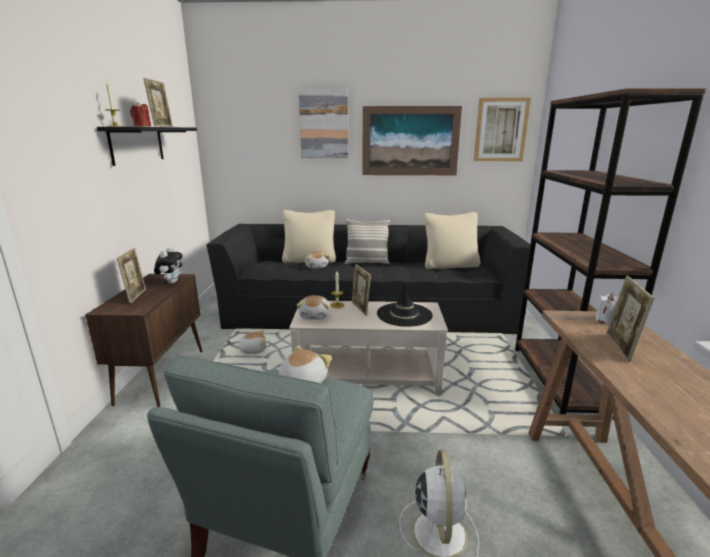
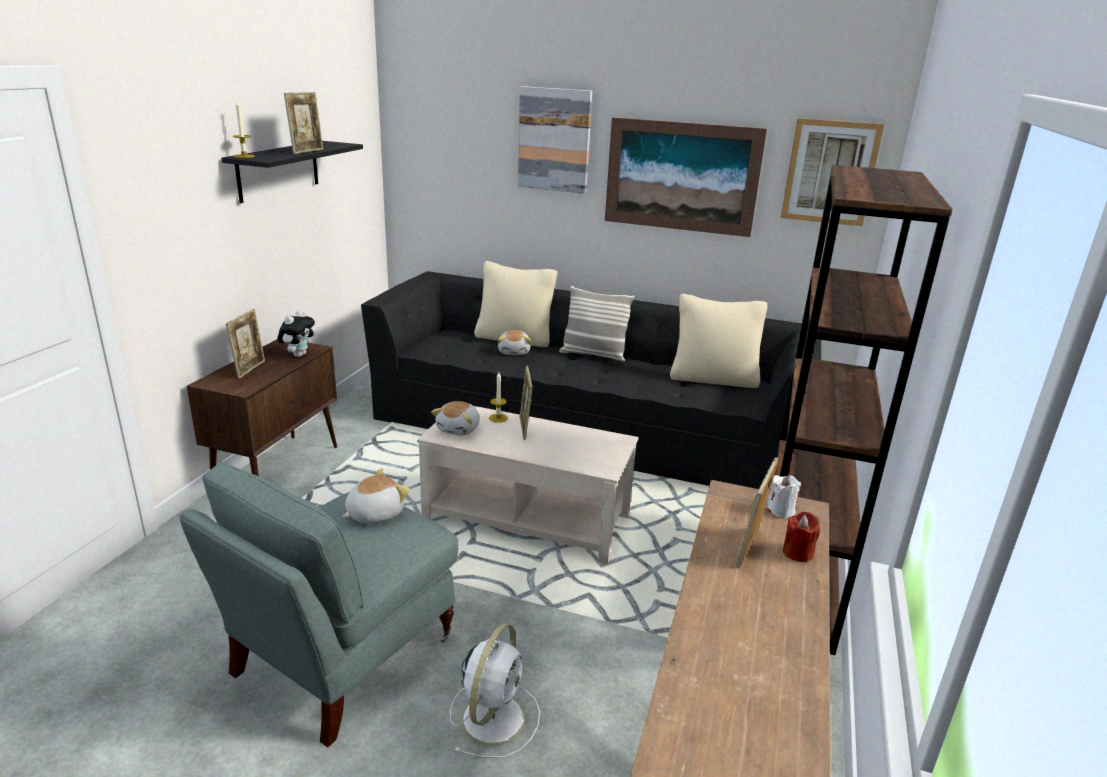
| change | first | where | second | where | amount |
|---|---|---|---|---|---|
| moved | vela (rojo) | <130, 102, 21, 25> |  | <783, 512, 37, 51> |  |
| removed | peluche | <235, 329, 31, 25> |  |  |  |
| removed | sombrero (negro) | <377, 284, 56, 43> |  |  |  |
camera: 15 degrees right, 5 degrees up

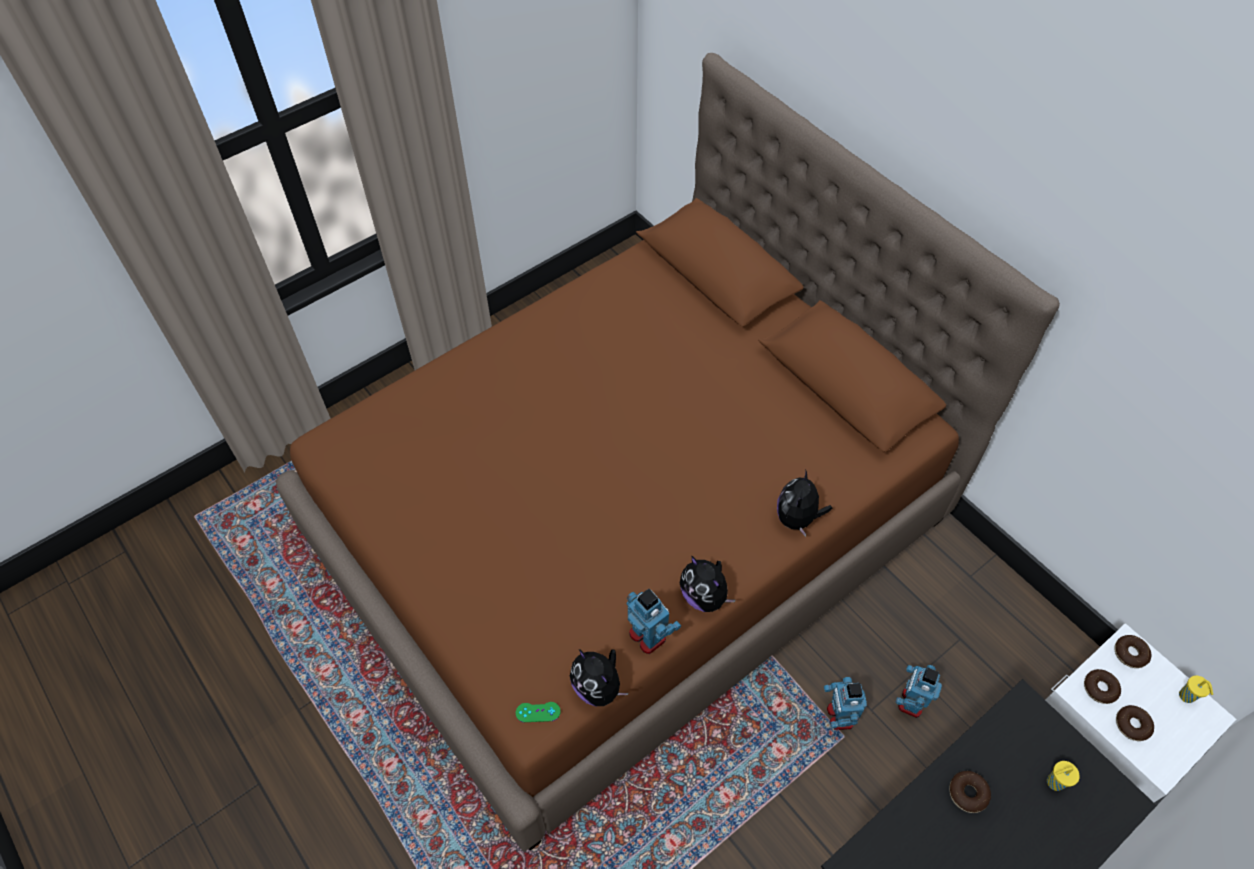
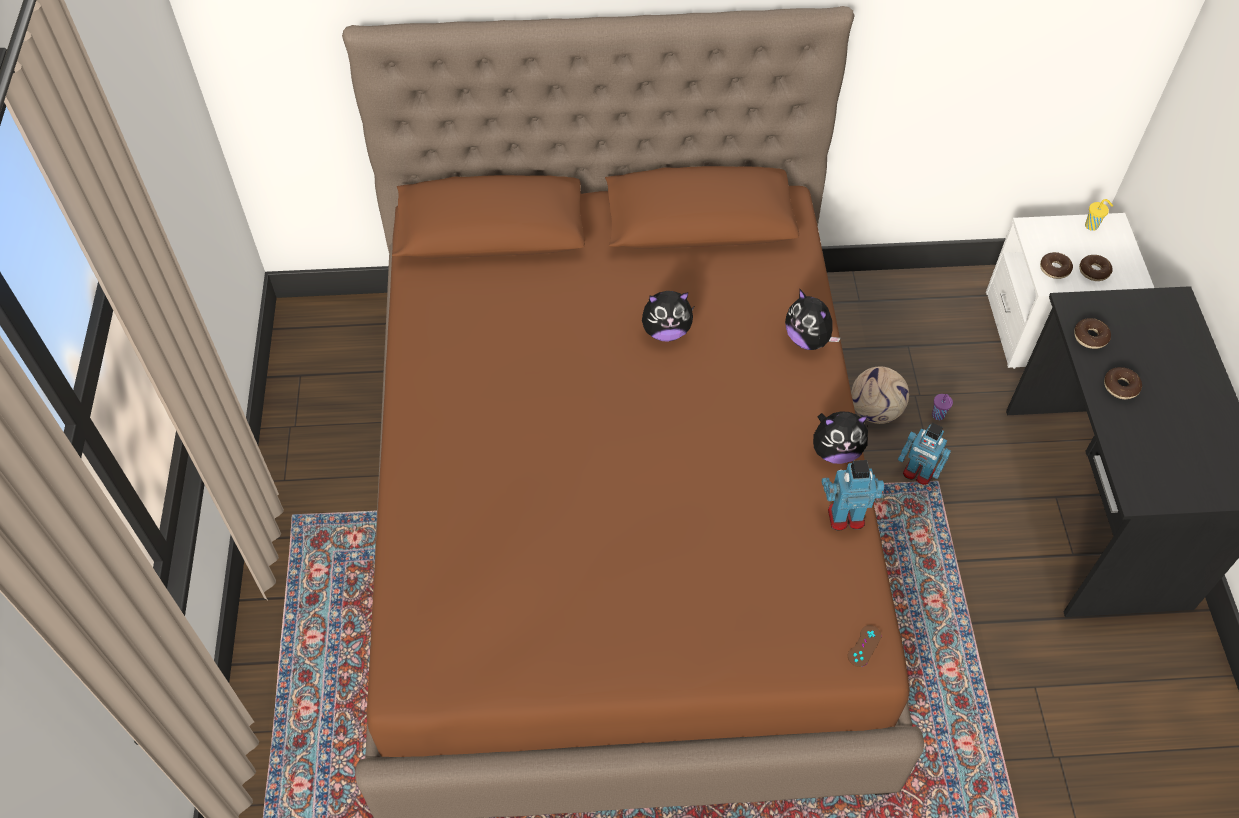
| change | first | where | second | where | amount |
|---|---|---|---|---|---|
| recoloured | mando de consola (verde) | <516, 702, 45, 20> | mando de consola (marrón) | <848, 625, 33, 42> |  |
| moved | peluche | <570, 649, 59, 57> |  | <642, 291, 53, 51> |  |
| replaced | robot de juguete | <896, 665, 46, 53> | taza (morado) | <932, 394, 21, 26> |  |
| removed | taza (amarillo) | <1047, 761, 33, 30> |  |  |  |
| moved | rosquilla | <1114, 635, 37, 33> |  | <1074, 318, 37, 31> |  |
| added |  |  | balón de fútbol | <851, 366, 58, 58> |  |
camera: 55 degrees left, 0 degrees up

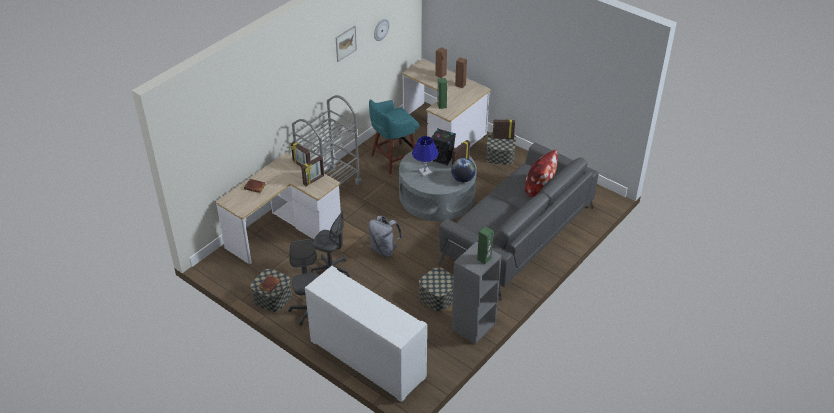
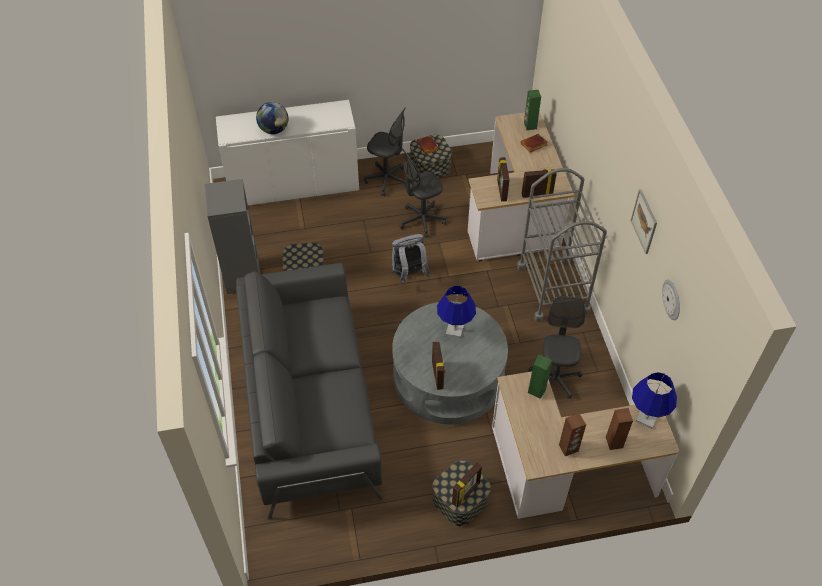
| change | first | where | second | where | amount |
|---|---|---|---|---|---|
| replaced | taburete (turquesa) | <369, 100, 50, 74> | silla de oficina (gris) | <528, 296, 57, 103> |  |
| removed | altavoz (negro) | <431, 128, 25, 38> |  |  |  |
| moved | globo terráqueo | <451, 158, 25, 24> |  | <256, 102, 32, 32> |  |
| moved | altavoz (verde) | <477, 227, 16, 37> |  | <524, 90, 17, 40> |  |
| removed | cojín | <525, 149, 33, 48> |  |  |  |
| added |  |  | lámpara de mesa (azul) | <632, 372, 45, 57> |  |
camera: 130 degrees right, 10 degrees up

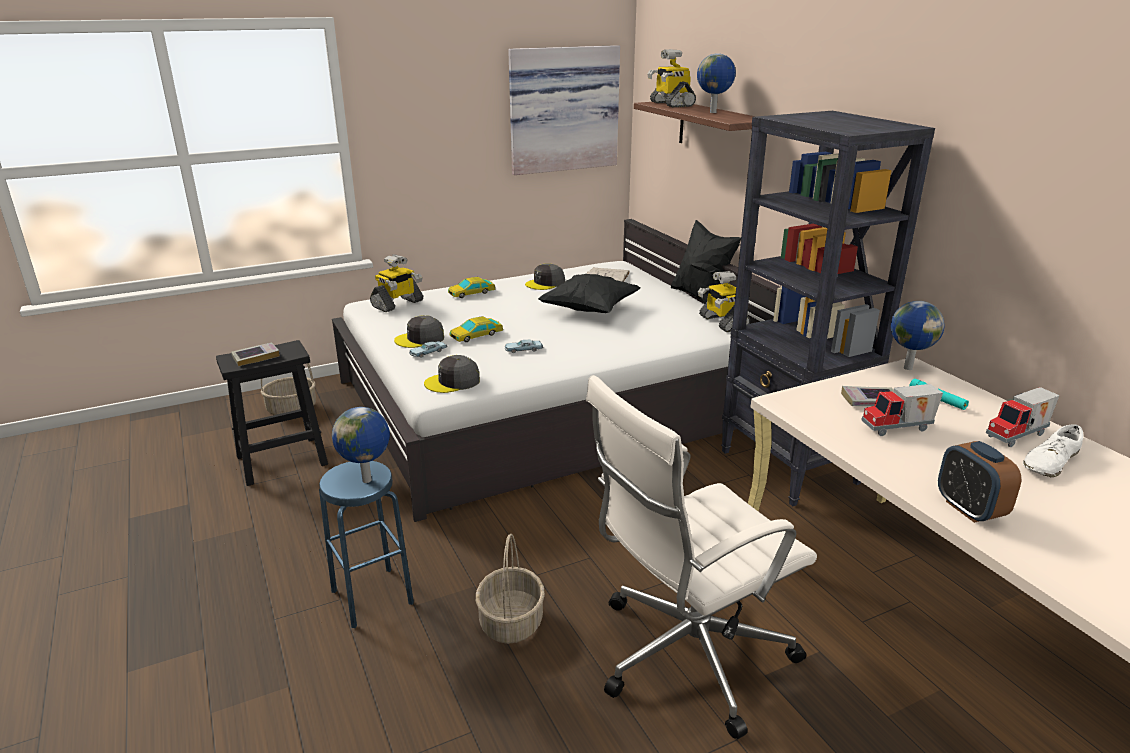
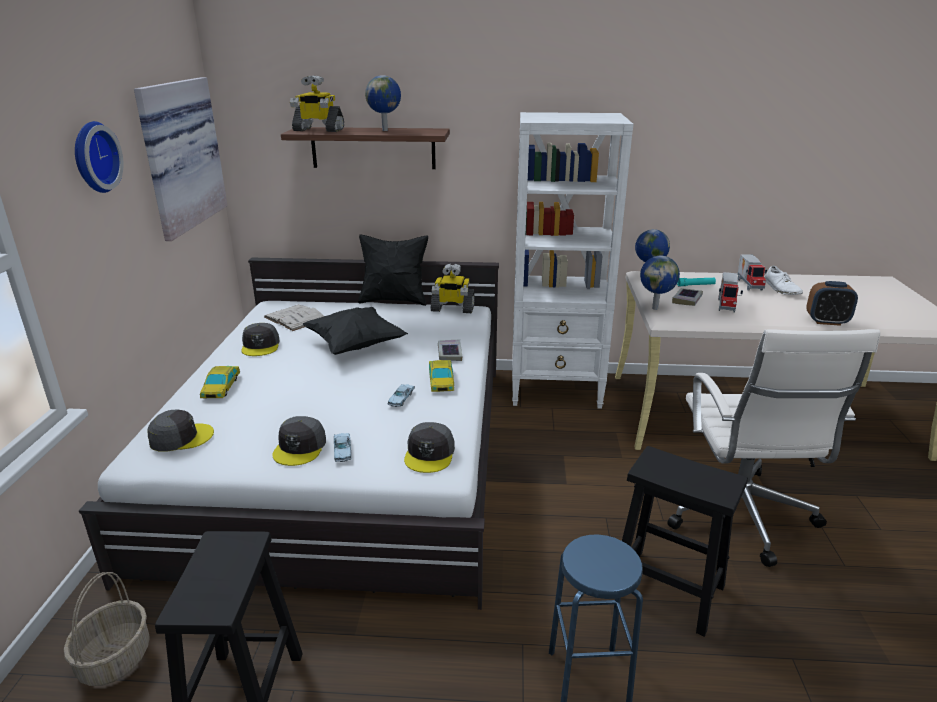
| change | first | where | second | where | amount |
|---|---|---|---|---|---|
| moved | libro | <231, 342, 49, 24> |  | <438, 340, 24, 21> |  |
| moved | globo terráqueo | <332, 407, 58, 76> |  | <640, 256, 40, 54> |  |
| replaced | robot de juguete | <370, 254, 53, 58> | gorra (gris) | <147, 410, 67, 42> |  |
| moved | coche de juguete | <449, 316, 54, 26> |  | <429, 360, 25, 32> |  |
| replaced | cesta | <476, 534, 69, 110> | taburete (negro) | <622, 446, 126, 191> |  |
| recoloured | estantería (negro) | <721, 111, 214, 395> | estantería (blanco) | <512, 112, 121, 297> |  |
| added |  |  | reloj de pared | <75, 121, 49, 72> |  |
camera: 60 degrees left, 0 degrees up

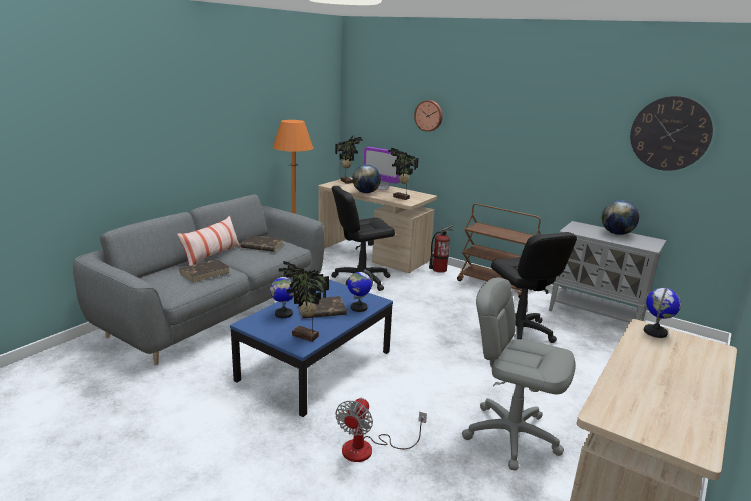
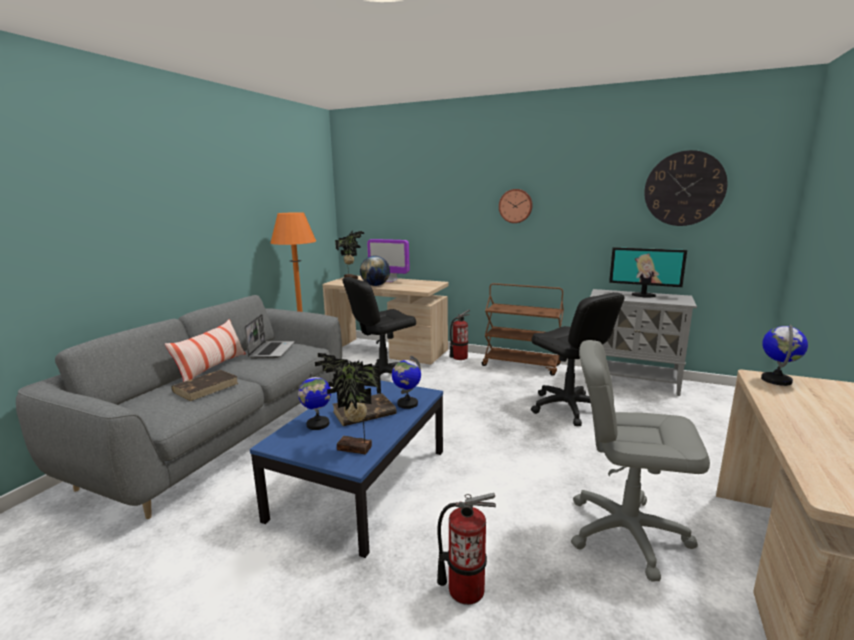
| change | first | where | second | where | amount |
|---|---|---|---|---|---|
| replaced | libro (marrón) | <241, 235, 42, 17> | portátil | <244, 314, 51, 44> |  |
| replaced | ventilador | <335, 398, 92, 64> | extintor | <437, 493, 59, 112> |  |
| removed | planta en maceta | <388, 148, 31, 52> |  |  |  |
| moved | reloj de pared | <414, 100, 29, 32> |  | <499, 189, 34, 34> |  |
| replaced | globo terráqueo | <602, 200, 38, 35> | monitor | <609, 247, 78, 50> |  |
camera: 10 degrees left, 5 degrees down

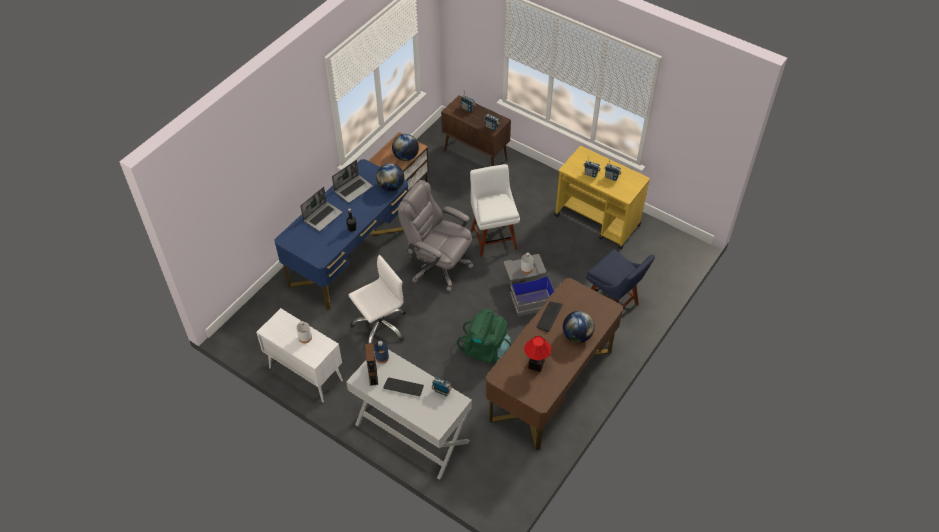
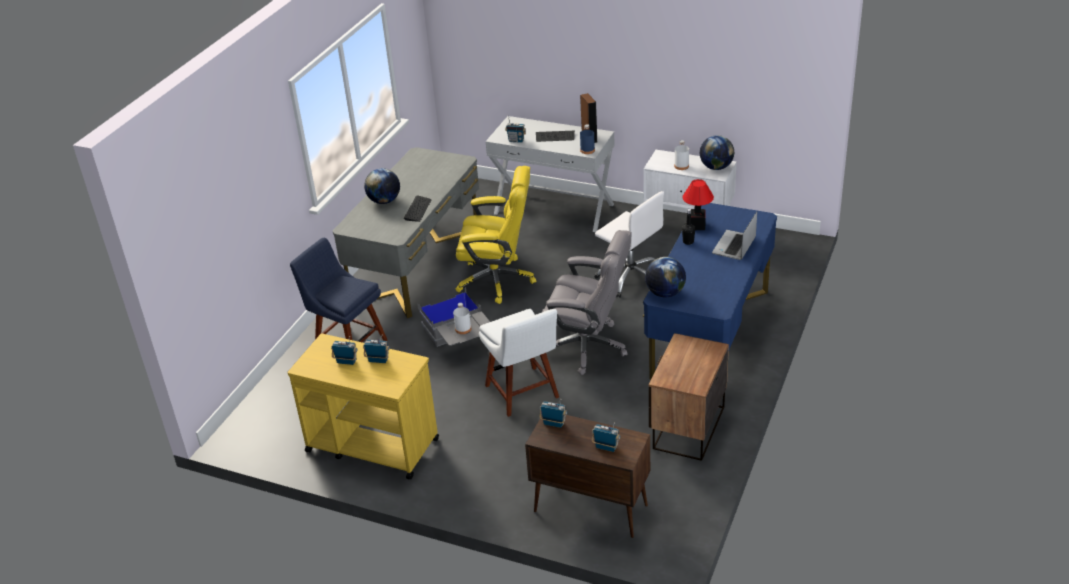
| change | first | where | second | where | amount |
|---|---|---|---|---|---|
| removed | portátil | <332, 160, 41, 43> |  |  |  |
| turned | silla de oficina (blanco) | <349, 255, 57, 89> |  | <594, 191, 70, 107> | 90 degrees counterclockwise |
| moved | globo terráqueo | <392, 134, 27, 27> |  | <700, 135, 34, 35> |  |
| replaced | mochila (verde) | <457, 309, 54, 54> | silla de oficina (amarillo) | <456, 166, 80, 138> |  |
| recoloured | escritorio (marrón) | <486, 278, 137, 172> | escritorio (gris) | <333, 147, 146, 171> |  |
| moved | lámpara de mesa | <524, 336, 27, 36> |  | <682, 179, 32, 51> |  |
camera: 170 degrees right, 15 degrees down

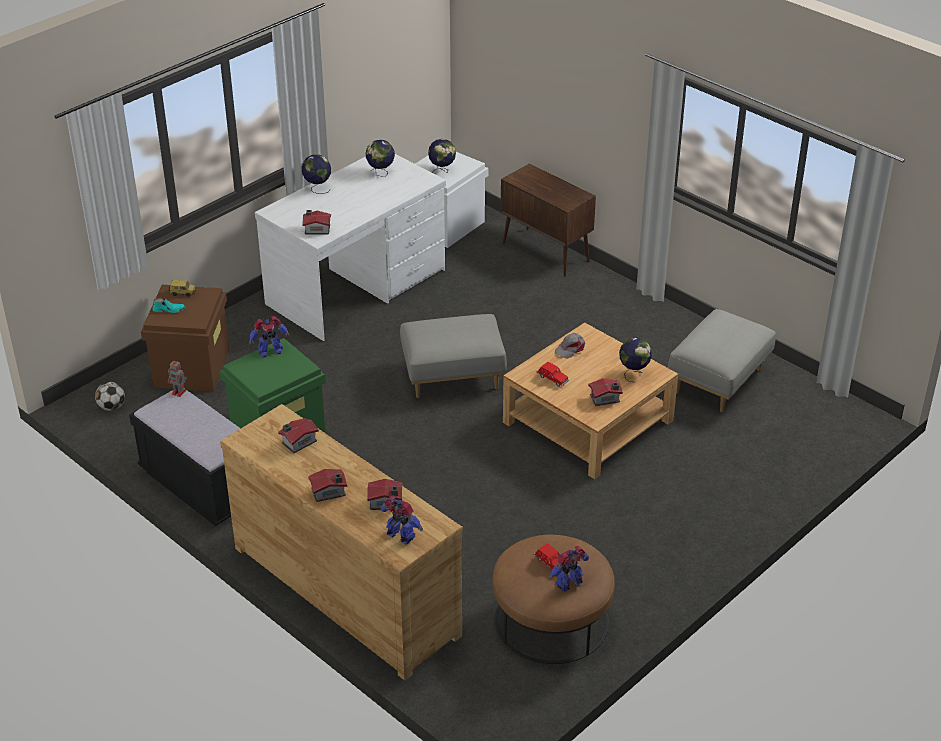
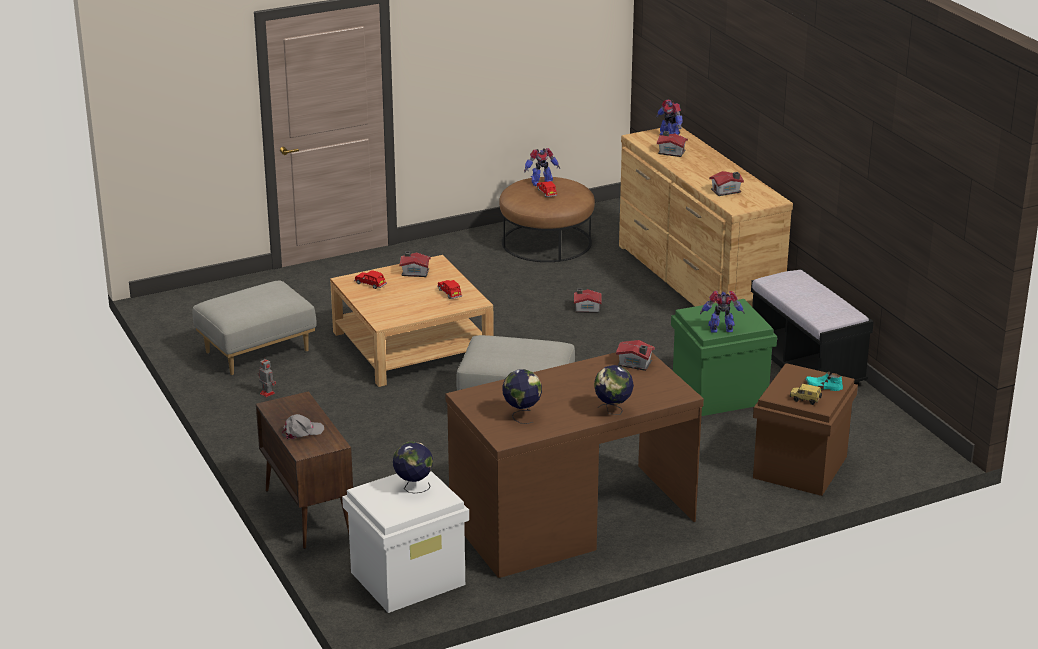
| change | first | where | second | where | amount |
|---|---|---|---|---|---|
| removed | balón de fútbol | <95, 382, 30, 29> |  |  |  |
| moved | robot de juguete | <168, 359, 19, 38> |  | <258, 356, 18, 41> |  |
| recoloured | escritorio (blanco) | <255, 154, 191, 187> | escritorio (marrón) | <446, 352, 258, 226> |  |
| moved | casita | <308, 469, 39, 33> |  | <574, 288, 28, 25> |  |
| moved | gorra (gris) | <555, 333, 30, 26> |  | <282, 414, 42, 26> |  |
| replaced | globo terráqueo | <619, 338, 33, 44> | coche de juguete (rojo) | <354, 270, 33, 19> |  |
camera: 160 degrees left, 10 degrees down

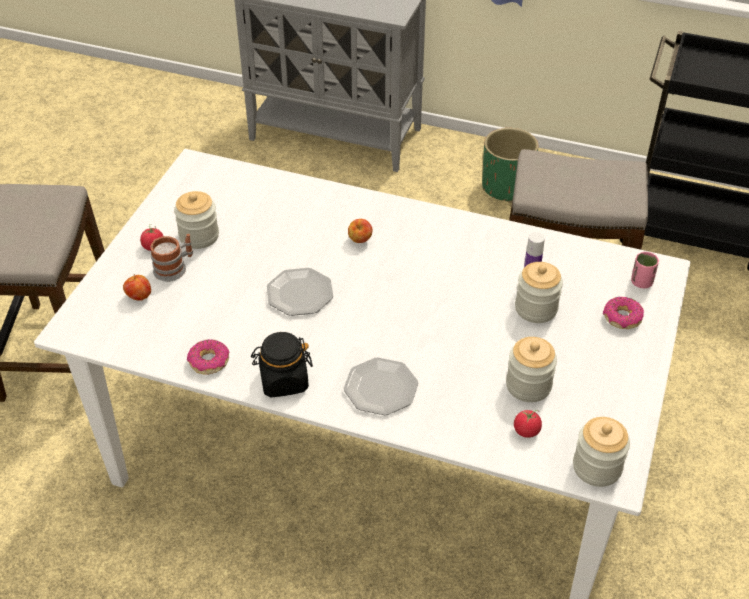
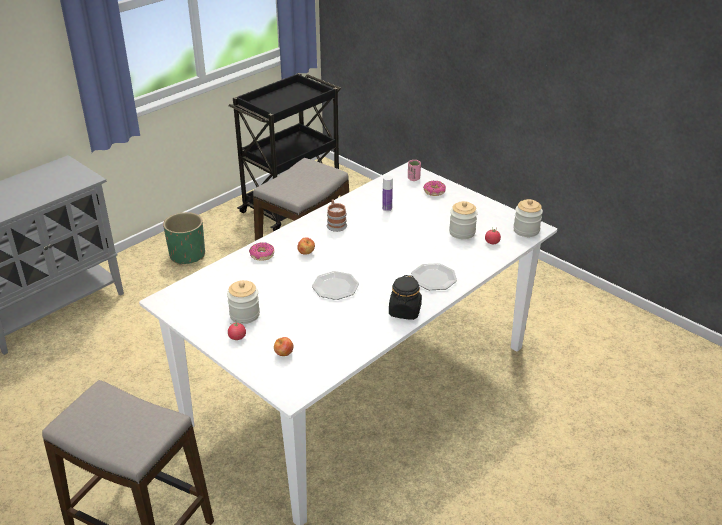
| change | first | where | second | where | amount |
|---|---|---|---|---|---|
| moved | taza grande | <150, 234, 43, 48> |  | <327, 199, 20, 33> |  |
| moved | rosquilla | <187, 339, 43, 36> |  | <249, 242, 25, 19> |  |
| removed | tarro | <515, 262, 48, 61> |  |  |  |
camera: 65 degrees left, 10 degrees down

